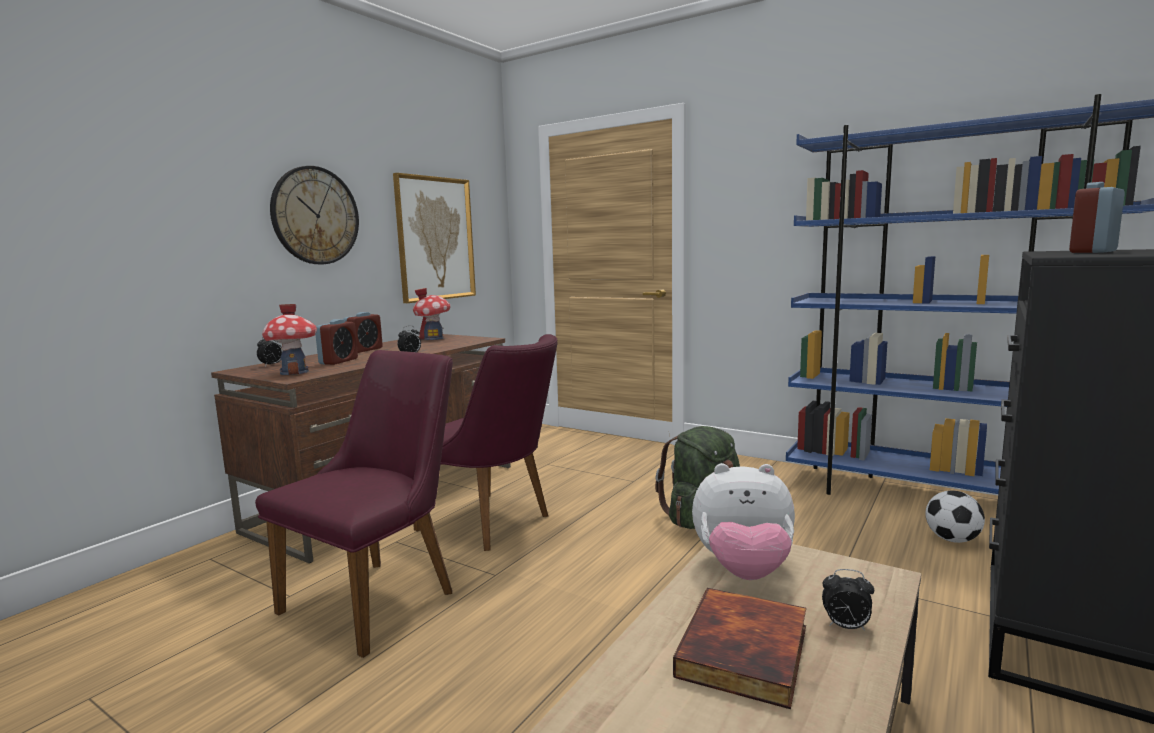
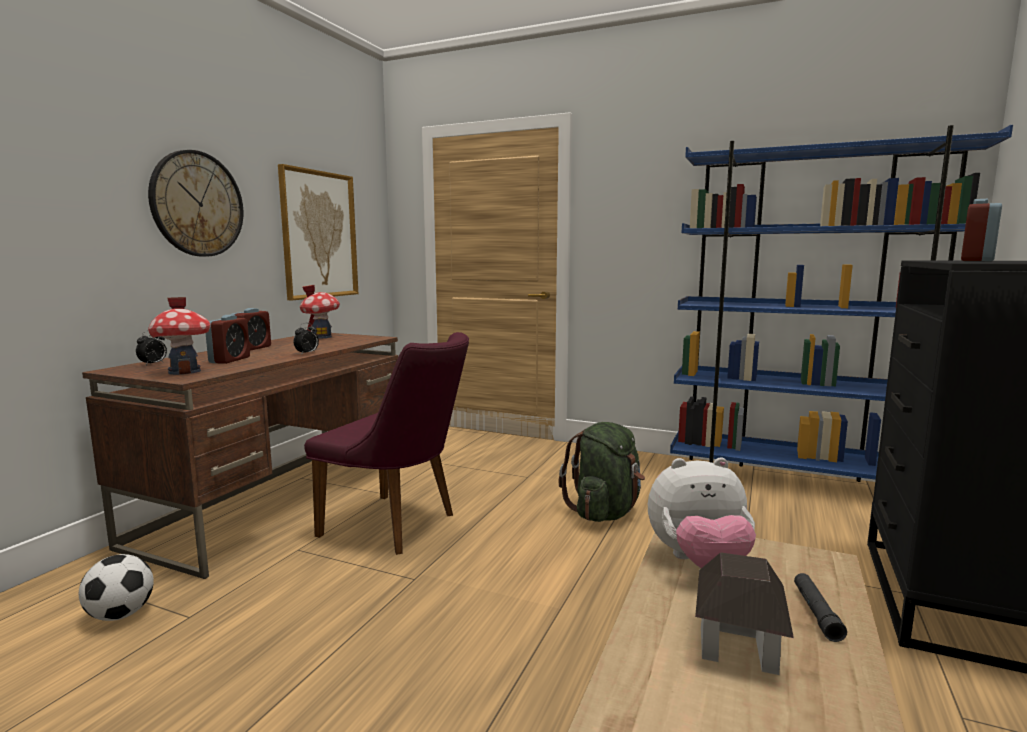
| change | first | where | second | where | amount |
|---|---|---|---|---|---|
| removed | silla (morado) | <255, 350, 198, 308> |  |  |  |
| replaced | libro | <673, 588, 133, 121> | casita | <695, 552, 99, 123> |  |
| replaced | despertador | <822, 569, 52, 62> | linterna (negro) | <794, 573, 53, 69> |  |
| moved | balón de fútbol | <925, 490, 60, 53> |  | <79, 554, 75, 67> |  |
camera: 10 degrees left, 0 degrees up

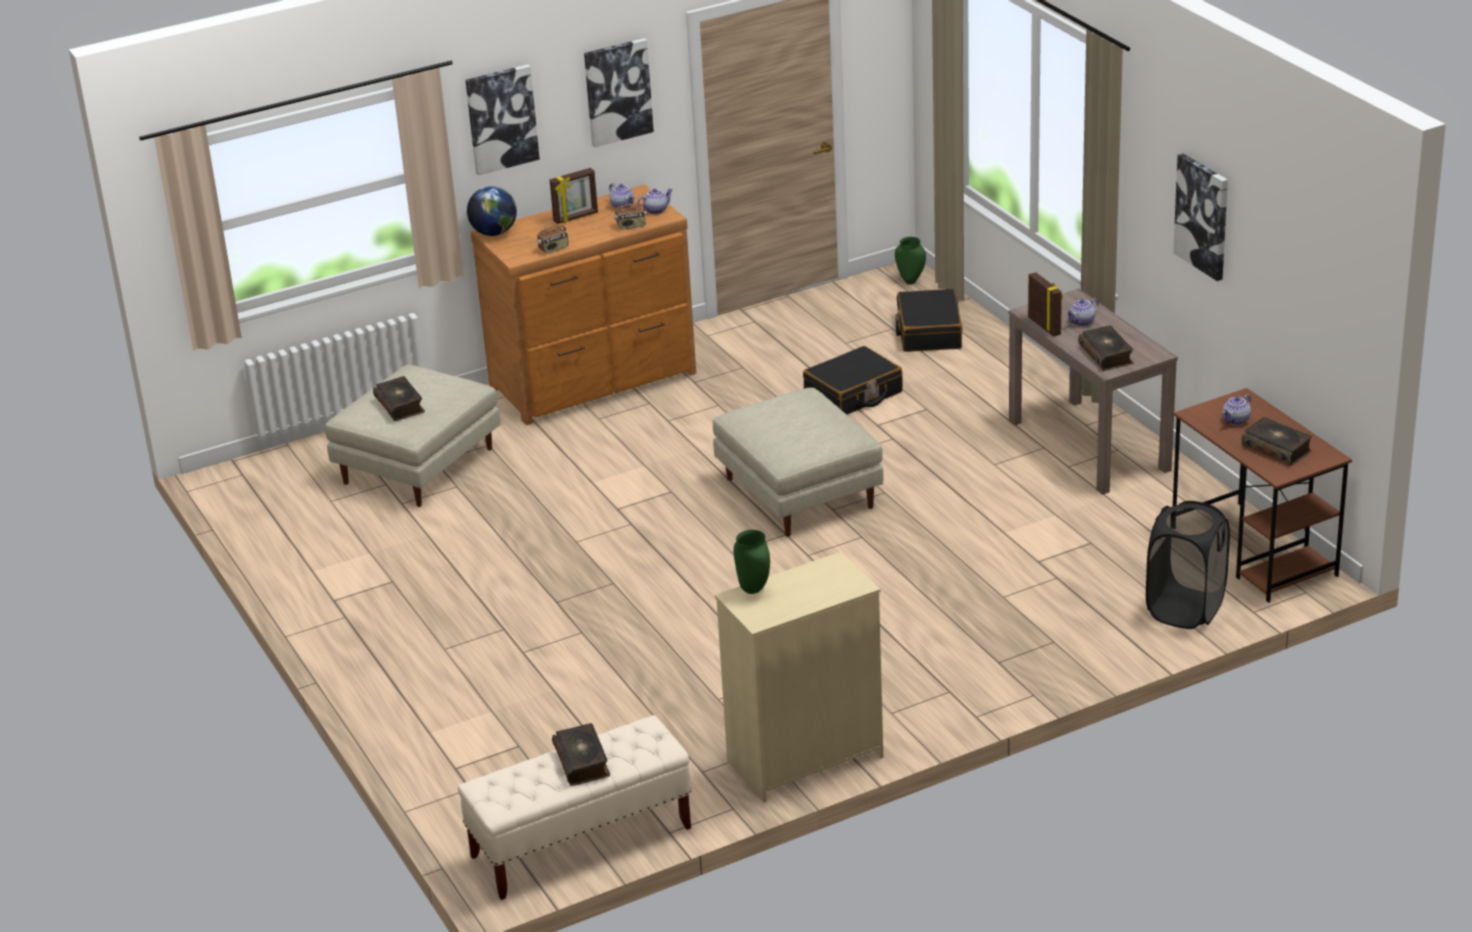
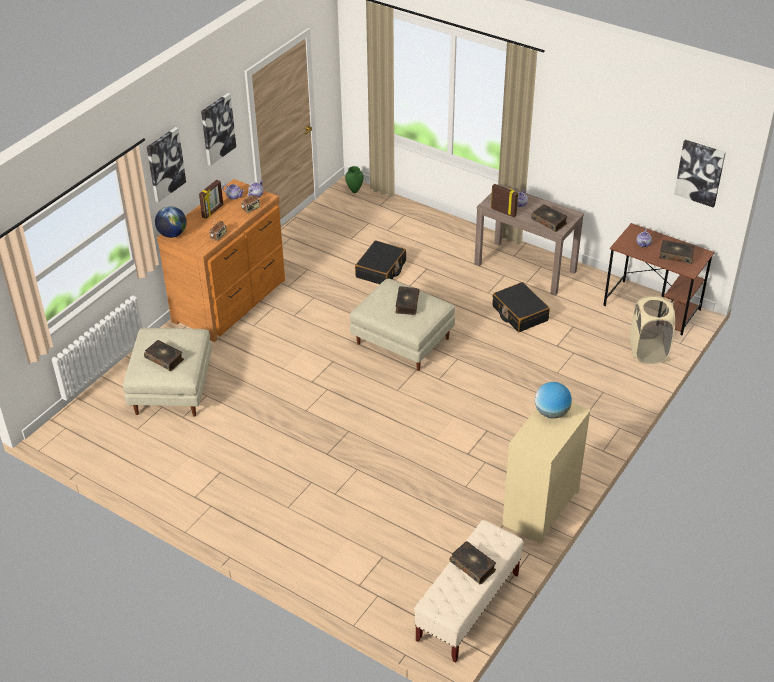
| change | first | where | second | where | amount |
|---|---|---|---|---|---|
| removed | florero (verde) | <734, 530, 36, 64> |  |  |  |
| moved | maleta (negro) | <895, 289, 67, 63> |  | <492, 282, 58, 50> |  |
| recoloured | cesto de la ropa (negro) | <1146, 501, 84, 128> | cesto de la ropa (beis) | <630, 296, 45, 68> |  |
| moved | cuadro | <1173, 153, 55, 128> |  | <674, 140, 52, 67> |  |
| added |  |  | libro | <395, 286, 25, 29> |  |
| added |  |  | globo terráqueo | <535, 382, 37, 37> |  |
camera: 30 degrees left, 10 degrees up

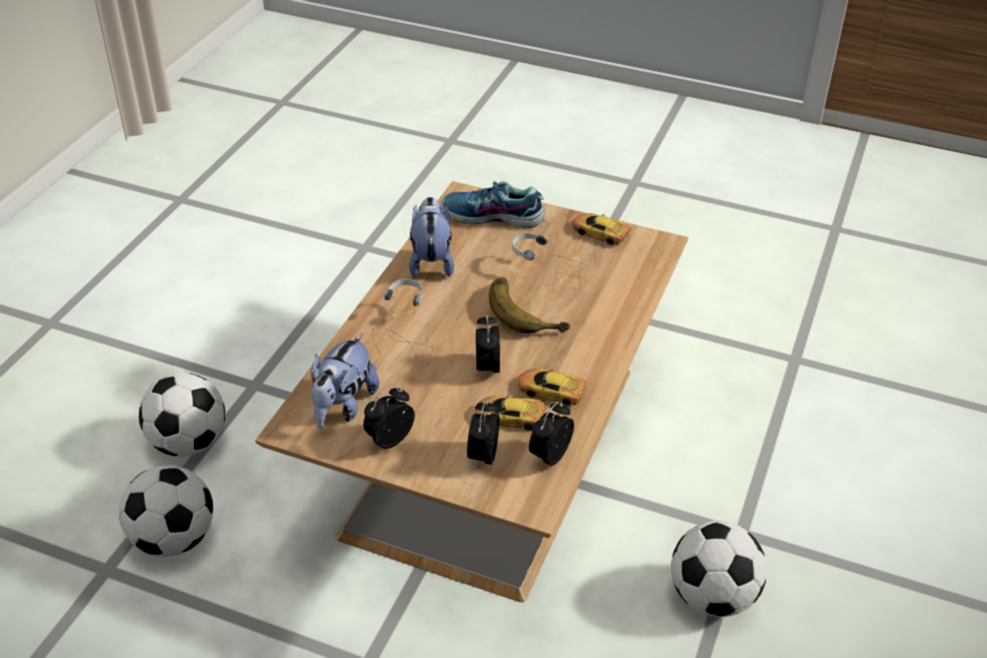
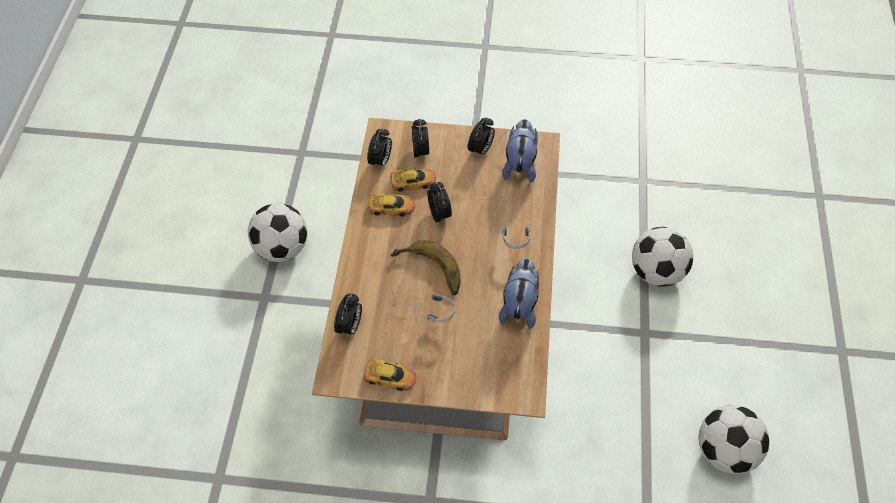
| change | first | where | second | where | amount |
|---|---|---|---|---|---|
| moved | balón de fútbol | <119, 465, 94, 92> |  | <698, 405, 71, 69> |  |
| turned | peluche | <409, 197, 45, 81> |  | <499, 258, 40, 71> | 150 degrees counterclockwise |
| removed | zapato | <442, 181, 103, 47> |  |  |  |
| added |  |  | despertador | <334, 294, 28, 44> |  |
camera: 165 degrees right, 15 degrees up

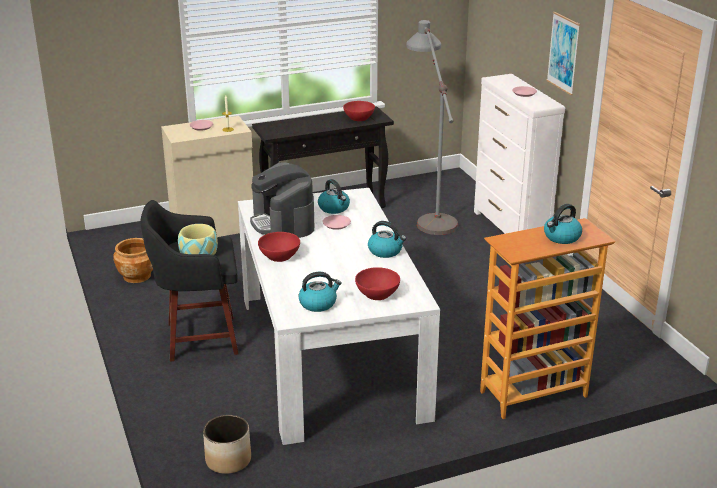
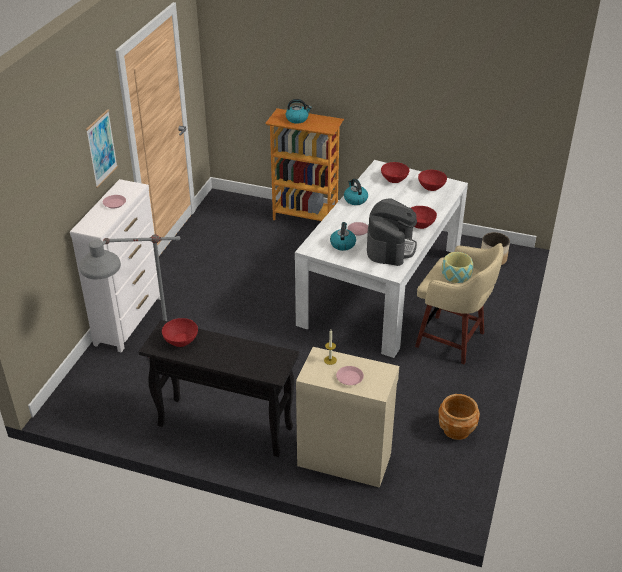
| change | first | where | second | where | amount |
|---|---|---|---|---|---|
| recoloured | taburete (negro) | <141, 200, 98, 162> | taburete (beis) | <415, 243, 89, 121> |  |
| replaced | hervidor | <298, 272, 44, 40> | cuenco (rojo) | <418, 170, 29, 21> |  |
camera: 140 degrees left, 10 degrees up

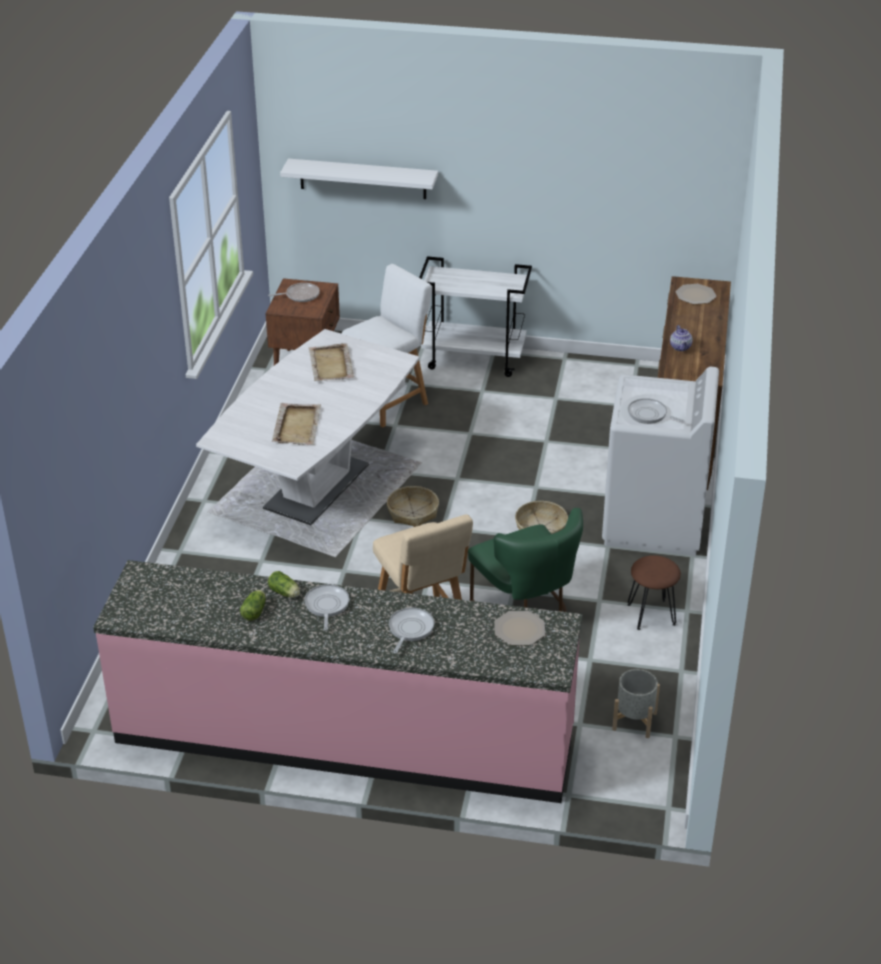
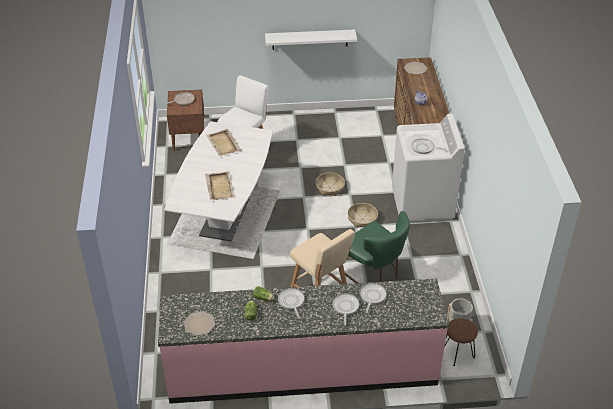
| change | first | where | second | where | amount |
|---|---|---|---|---|---|
| moved | estante (blanco) | <280, 158, 158, 41> |  | <265, 29, 92, 21> |  |
| moved | cesta | <387, 486, 52, 41> |  | <316, 173, 29, 23> |  |
| removed | carrito (blanco) | <419, 256, 113, 121> |  |  |  |
| moved | plato | <494, 611, 51, 34> |  | <184, 311, 32, 25> |  |
| moved | taburete (marrón) | <628, 555, 53, 75> |  | <445, 318, 33, 48> |  |
| added |  |  | sartén | <360, 283, 27, 30> |  |
camera: 15 degrees left, 5 degrees up

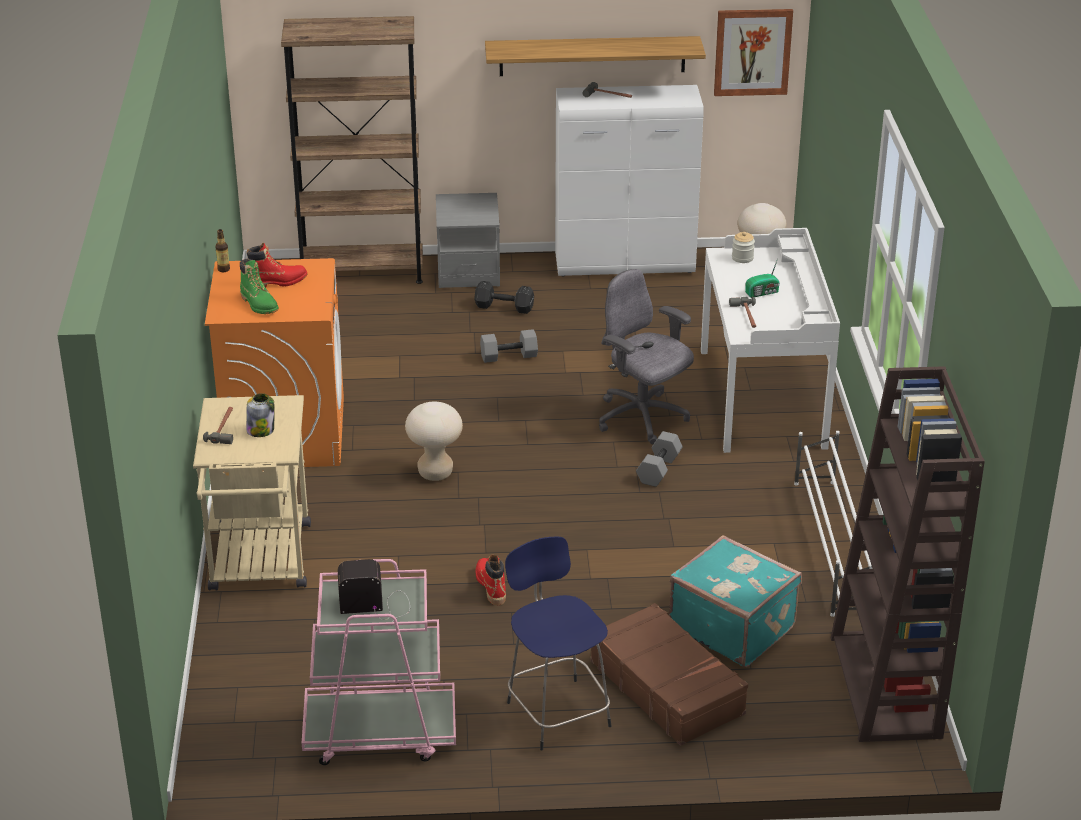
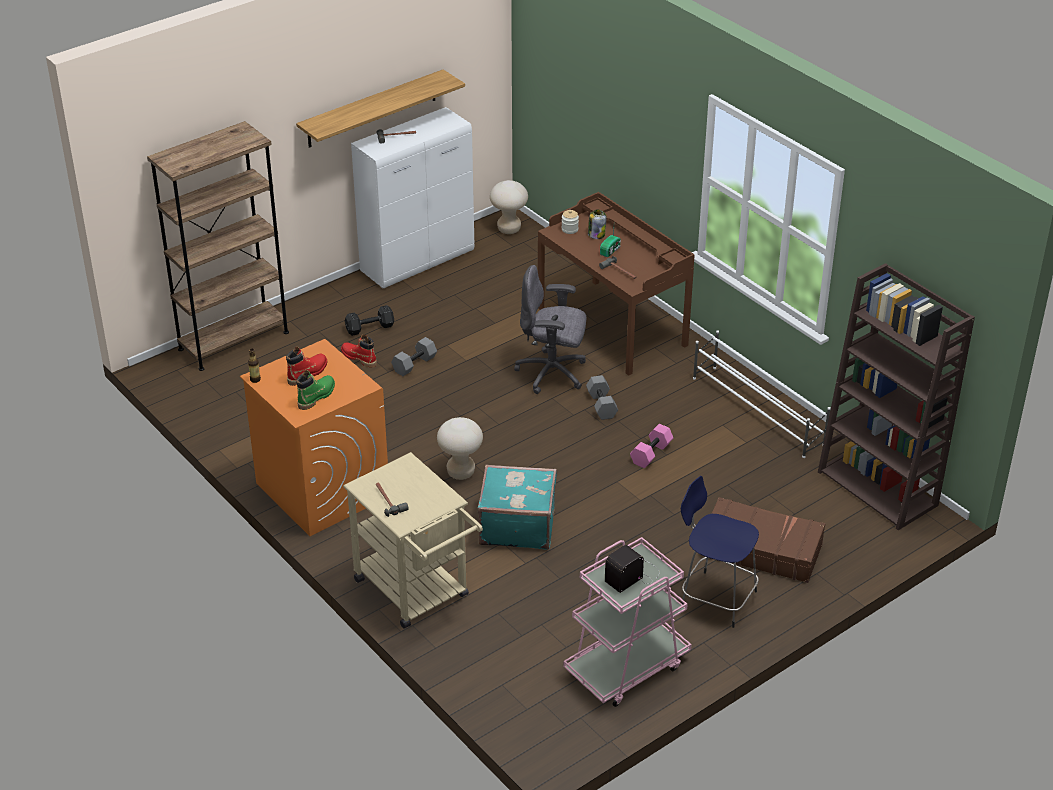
| change | first | where | second | where | amount |
|---|---|---|---|---|---|
| turned | bota (verde) | <240, 259, 39, 55> |  | <296, 370, 39, 40> | 75 degrees counterclockwise |
| moved | tarro | <246, 393, 29, 44> |  | <588, 209, 19, 30> |  |
| removed | mesita de noche (gris) | <436, 193, 64, 95> |  |  |  |
| moved | bota (rojo) | <476, 555, 30, 50> |  | <341, 334, 36, 33> |  |
| moved | maleta (turquesa) | <669, 535, 133, 132> |  | <477, 464, 80, 86> |  |
| recoloured | escritorio (blanco) | <701, 228, 139, 225> | escritorio (marrón) | <538, 192, 157, 184> |  |
| removed | cuadro | <714, 9, 79, 87> |  |  |  |
| added |  |  | mancuerna (rosa) | <630, 424, 43, 44> |  |
camera: 35 degrees left, 5 degrees up

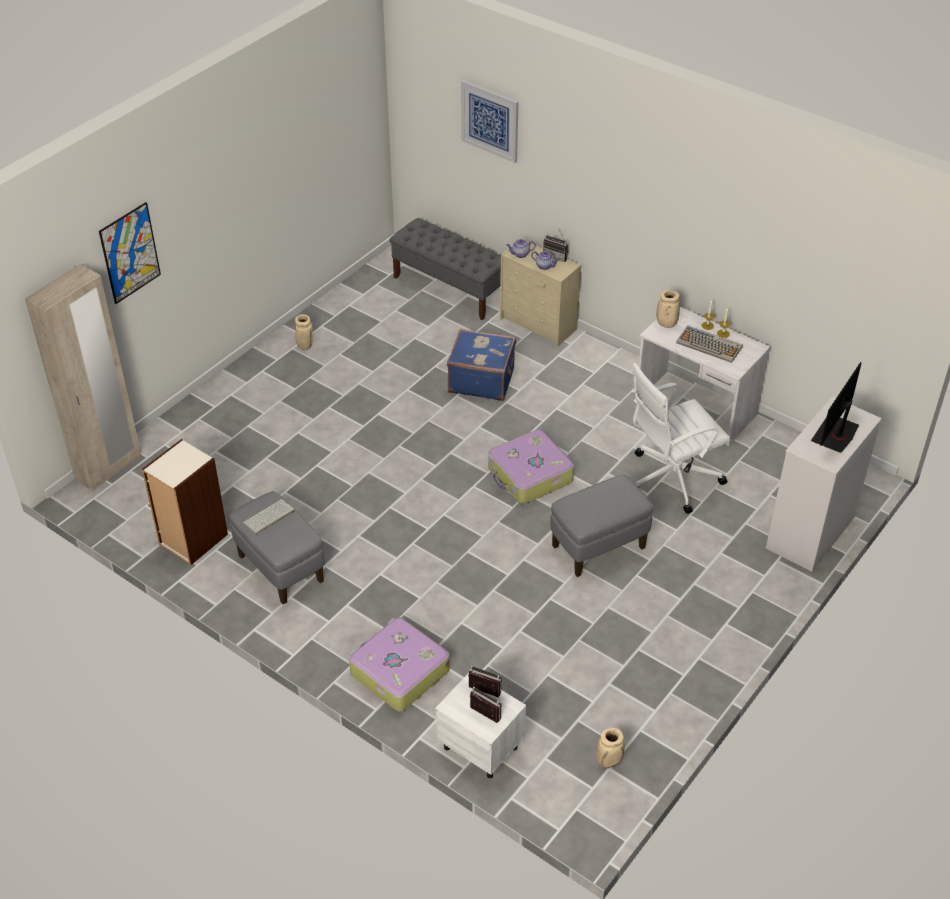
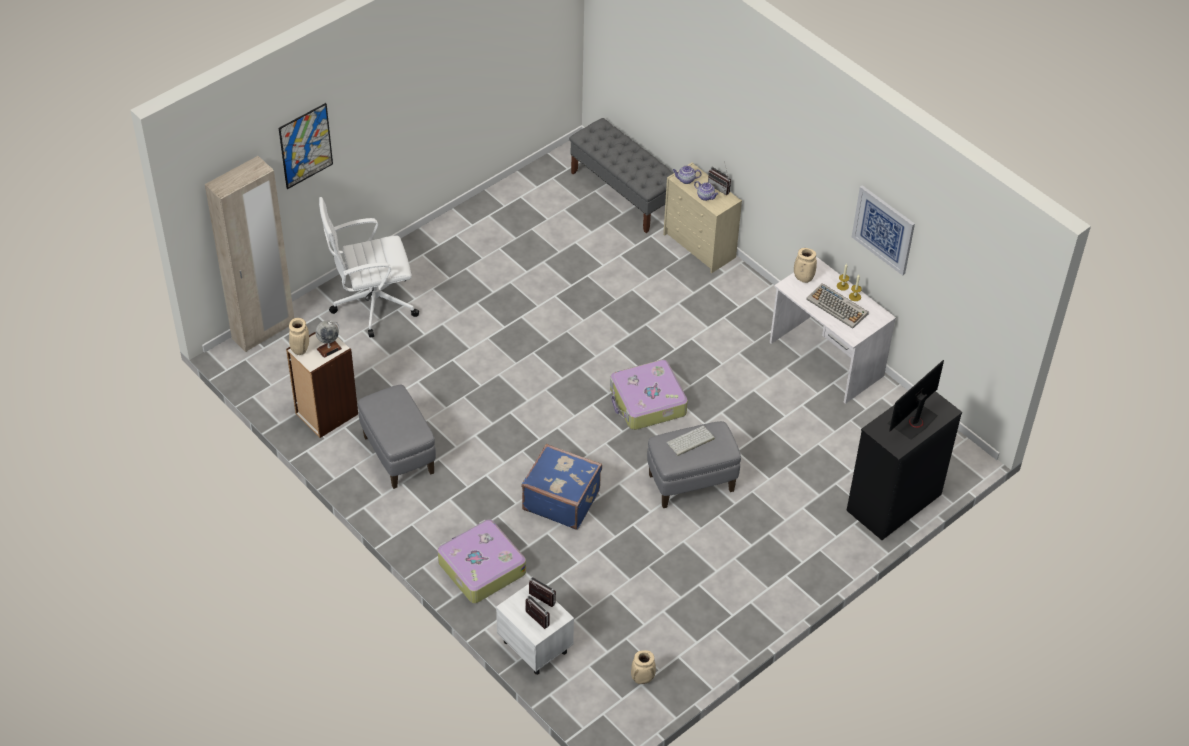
| change | first | where | second | where | amount |
|---|---|---|---|---|---|
| moved | teclado | <243, 499, 52, 35> |  | <667, 425, 48, 31> |  |
| moved | florero (beis) | <295, 314, 18, 36> |  | <289, 318, 20, 37> |  |
| moved | maleta (azul) | <447, 329, 69, 72> |  | <521, 444, 81, 86> |  |
| moved | cuadro | <461, 80, 57, 83> |  | <852, 185, 63, 91> |  |
| moved | silla de oficina (blanco) | <631, 363, 100, 151> |  | <319, 197, 100, 140> |  |
| recoloured | cómoda (blanco) | <766, 396, 116, 176> | cómoda (negro) | <846, 391, 116, 149> |  |
| added |  |  | globo terráqueo | <316, 321, 26, 37> |  |
camera: 10 degrees right, 5 degrees up

